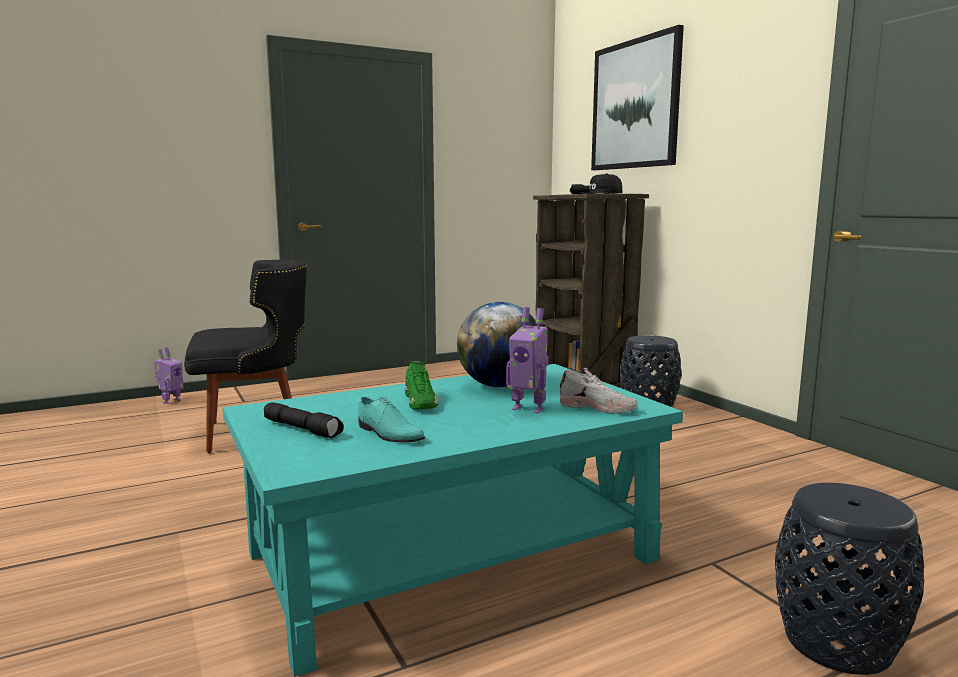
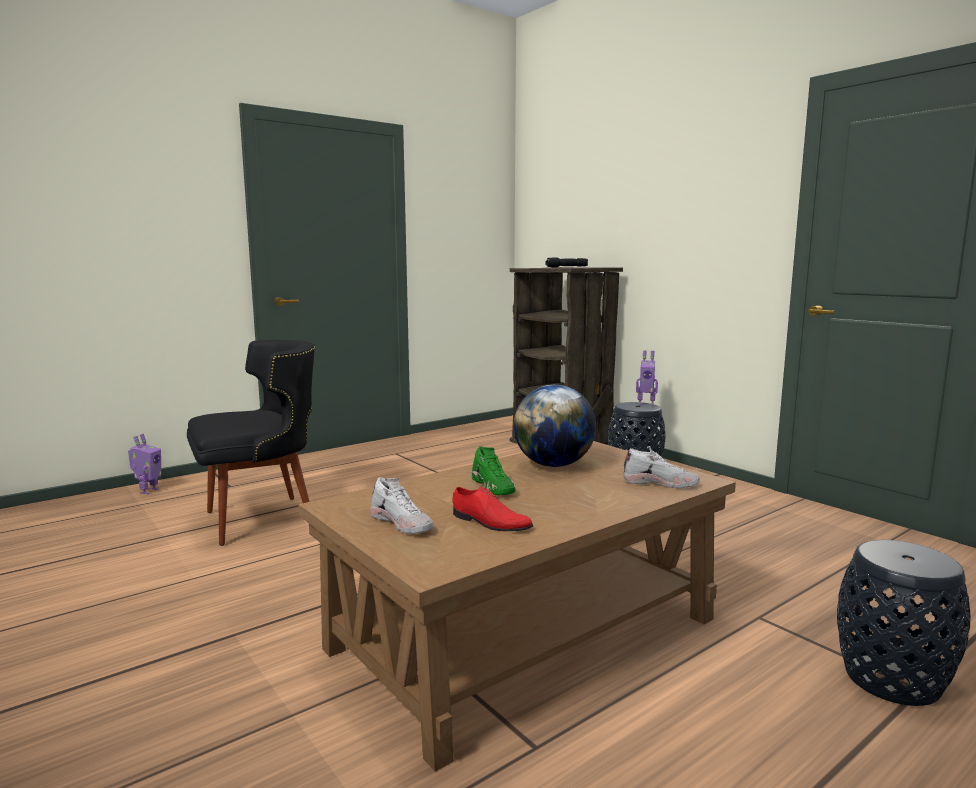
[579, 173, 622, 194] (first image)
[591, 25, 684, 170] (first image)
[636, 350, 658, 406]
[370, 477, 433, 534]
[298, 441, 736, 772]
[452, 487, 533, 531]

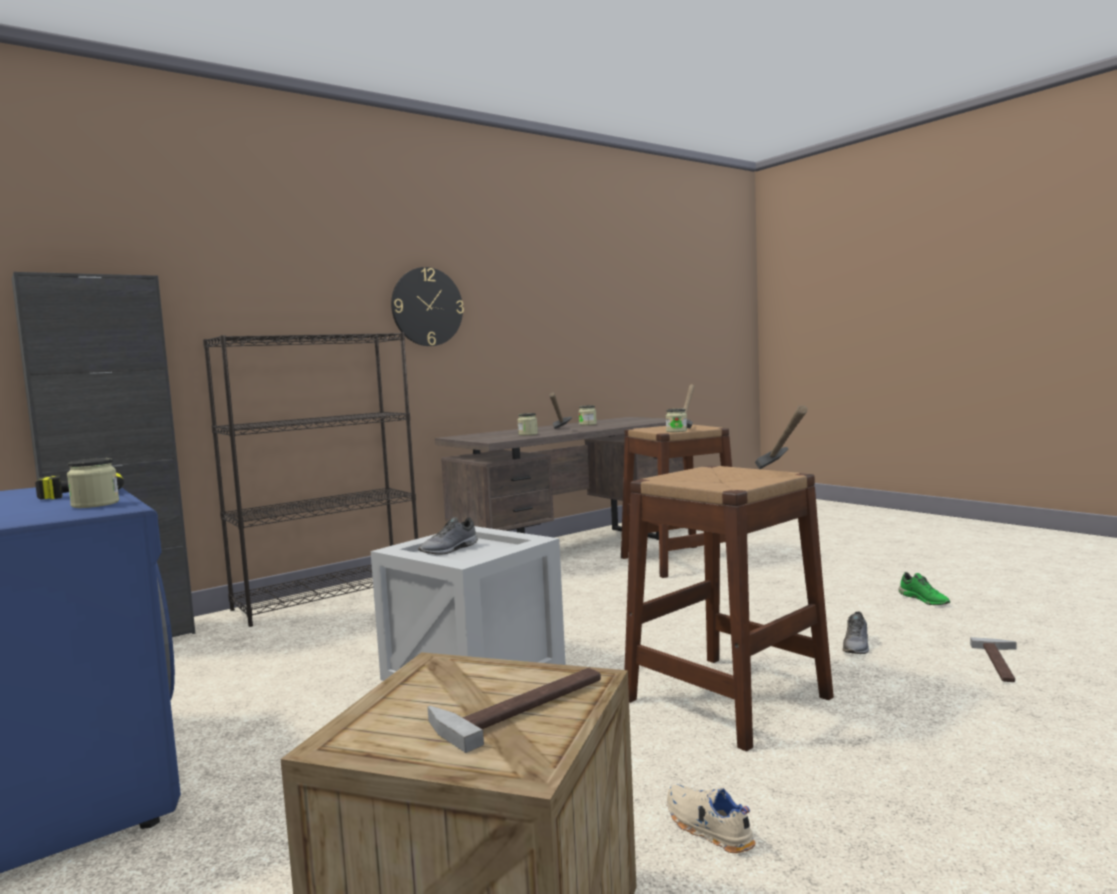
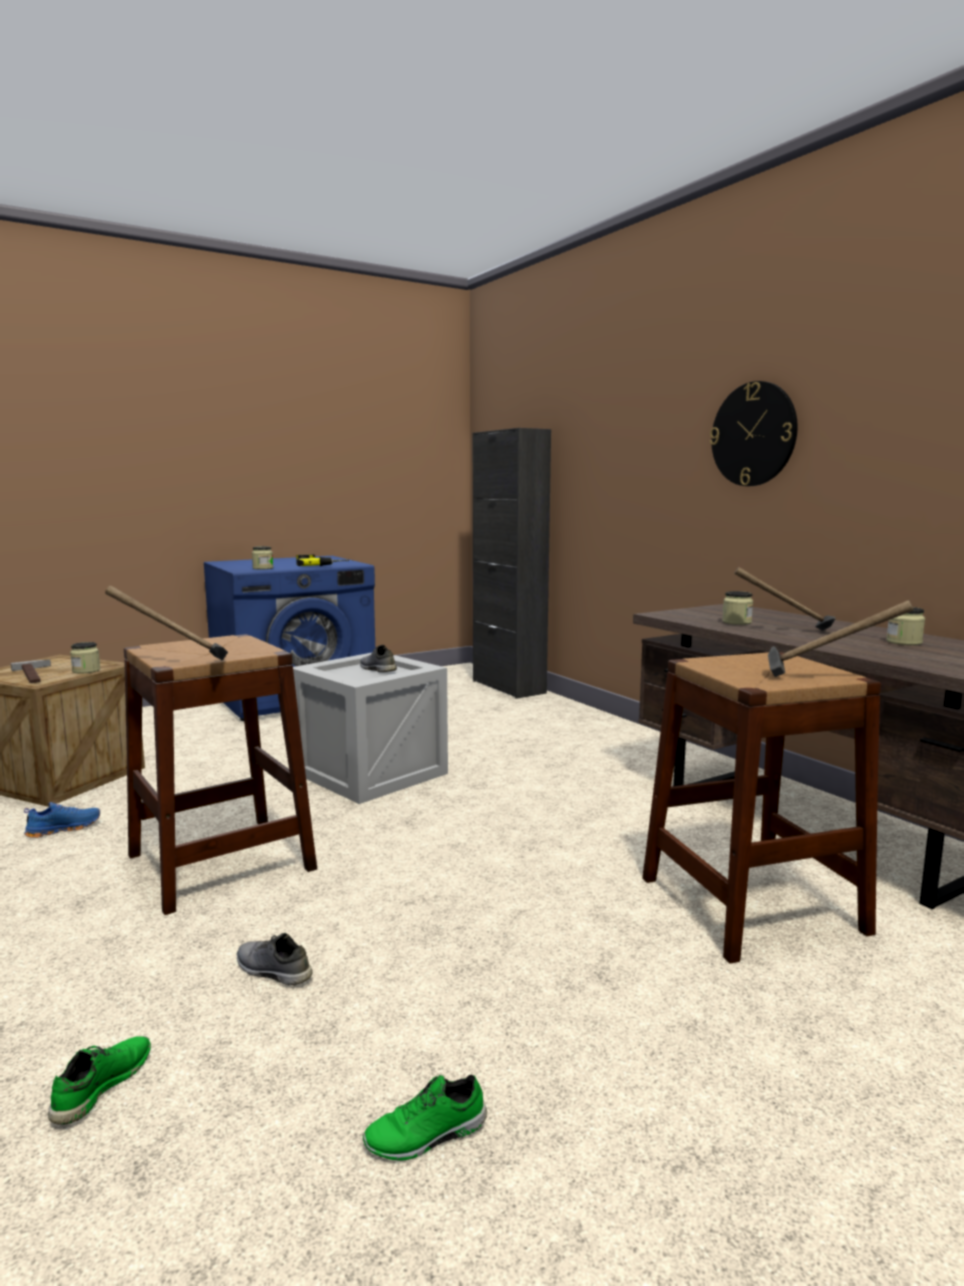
[203, 332, 418, 627] (first image)
[70, 642, 101, 674]
[48, 1036, 151, 1125]
[24, 802, 100, 838]

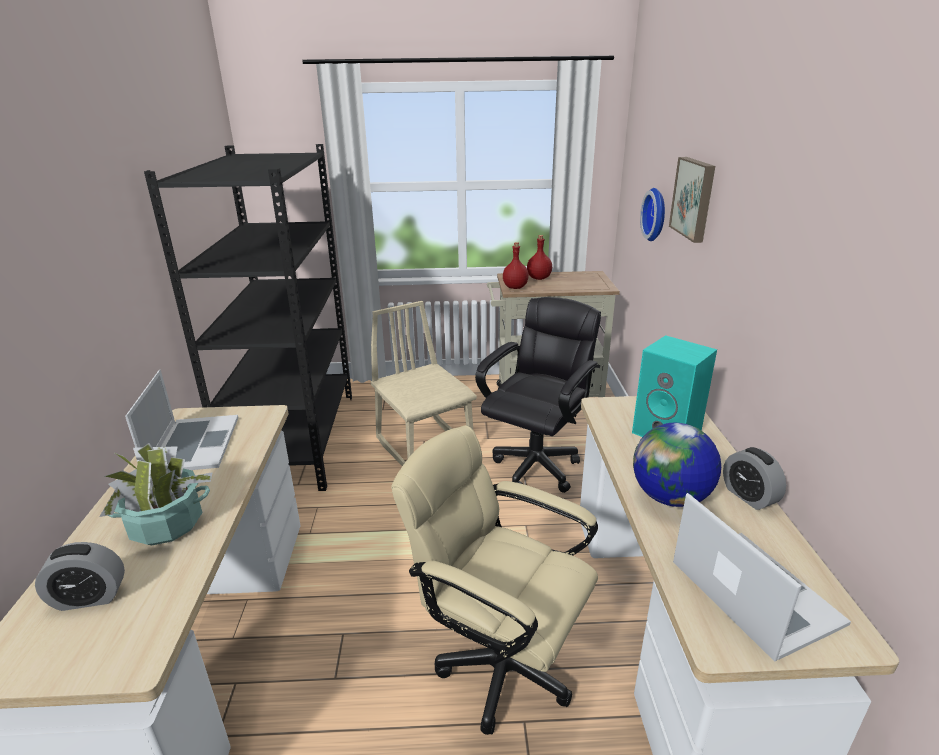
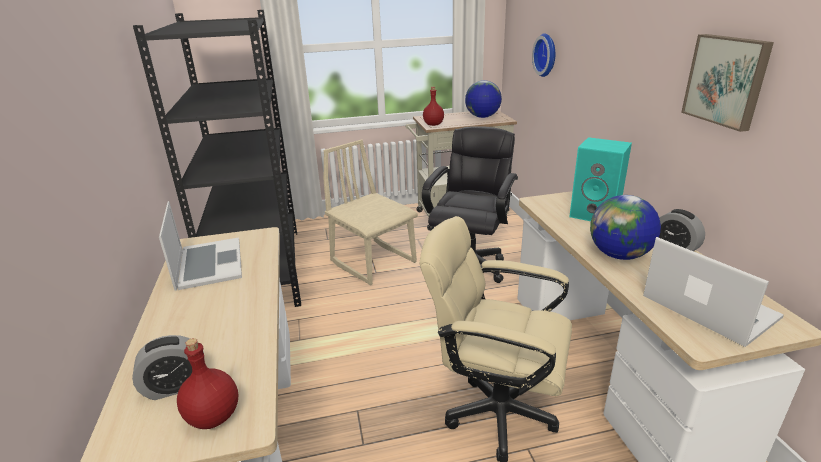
[99, 443, 213, 545] (first image)
[465, 80, 502, 118]
[177, 338, 238, 429]
[681, 34, 774, 132]

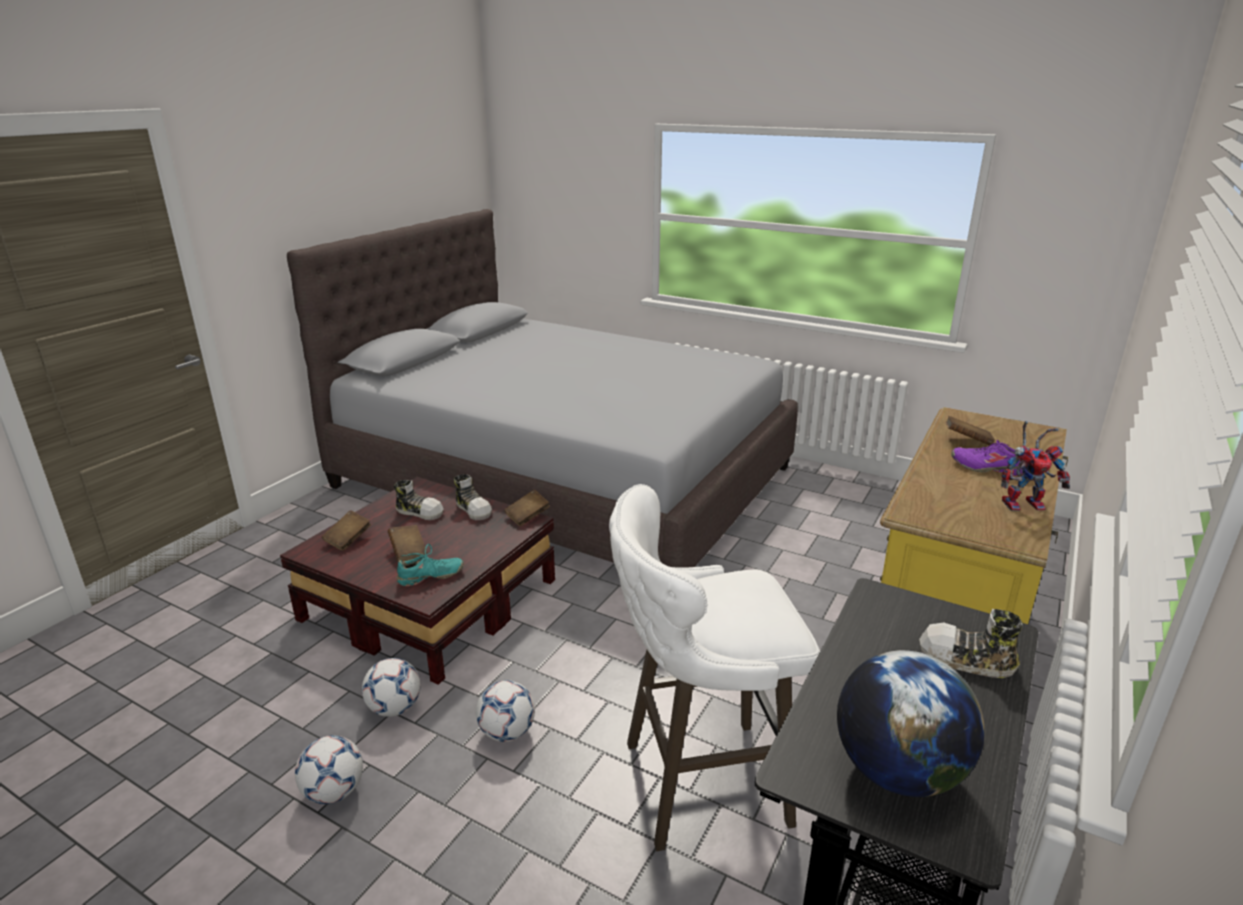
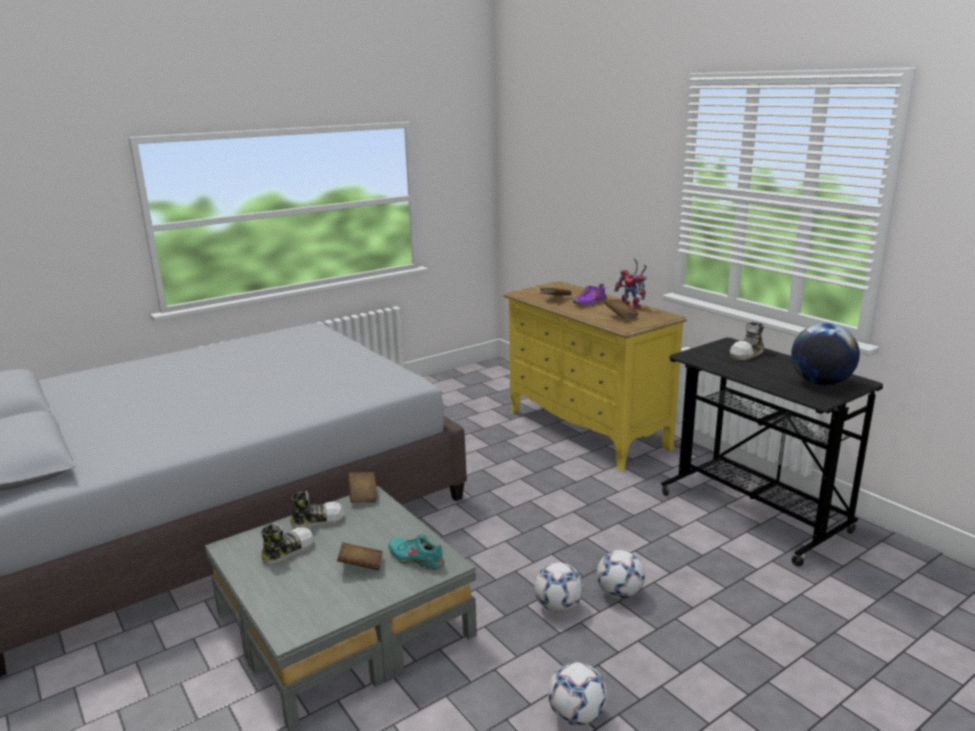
[609, 484, 820, 851] (first image)
[604, 299, 638, 319]
[597, 550, 645, 599]
[205, 486, 477, 731]
[388, 534, 444, 570]
[614, 258, 647, 310]

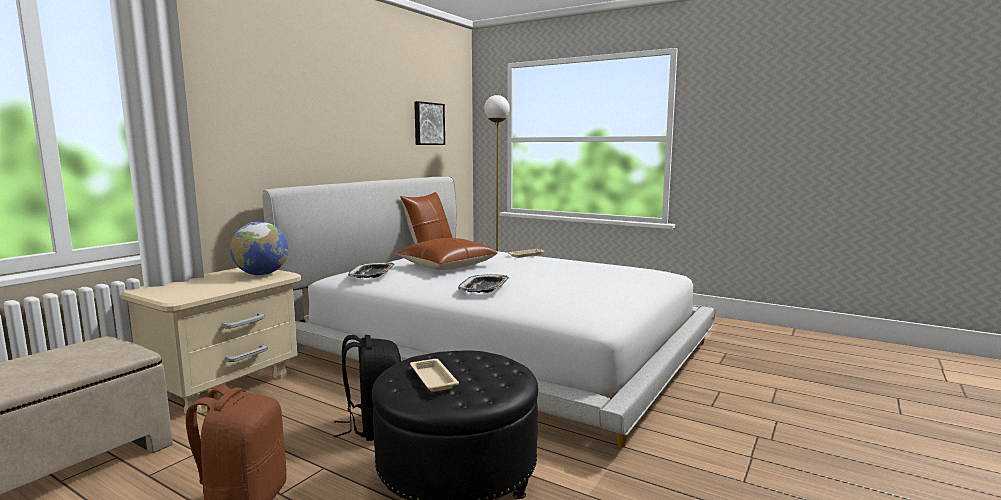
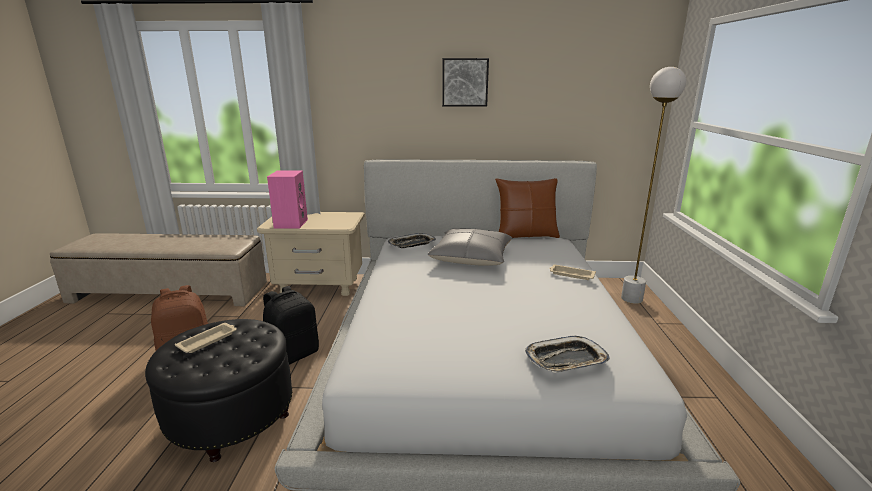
[230, 222, 289, 275] (first image)
[267, 171, 308, 229]
[442, 58, 489, 107]
[525, 336, 610, 373]
[427, 228, 512, 265]

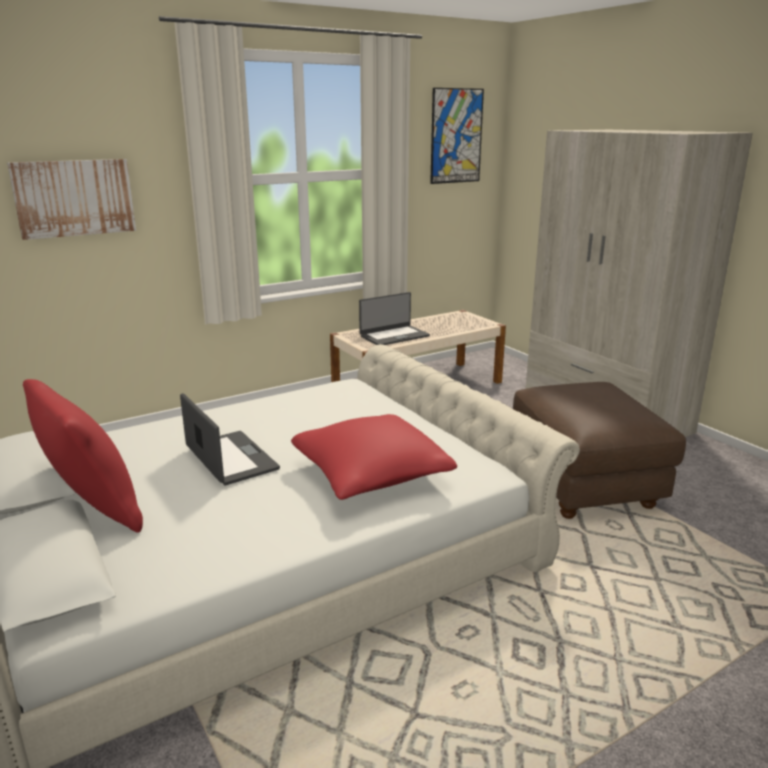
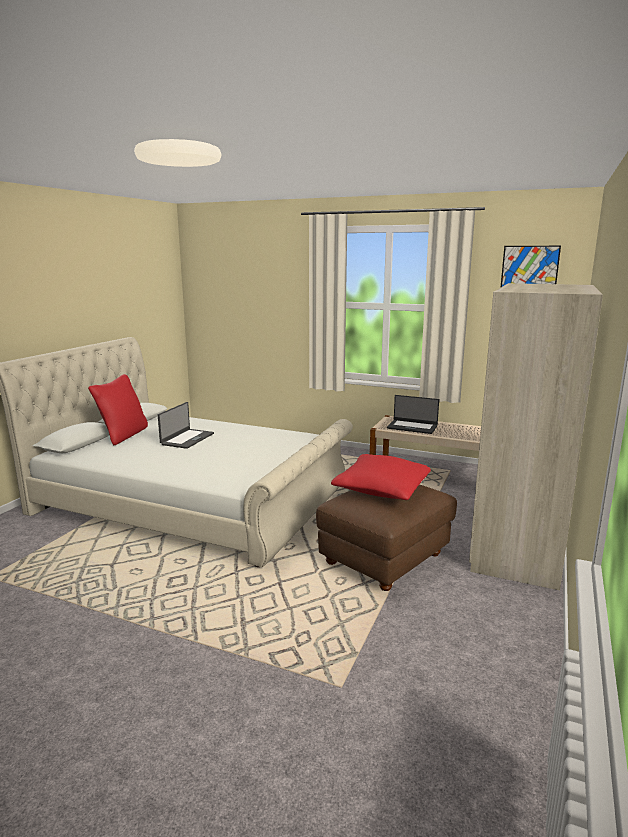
[7, 159, 136, 240] (first image)
[331, 454, 431, 500]

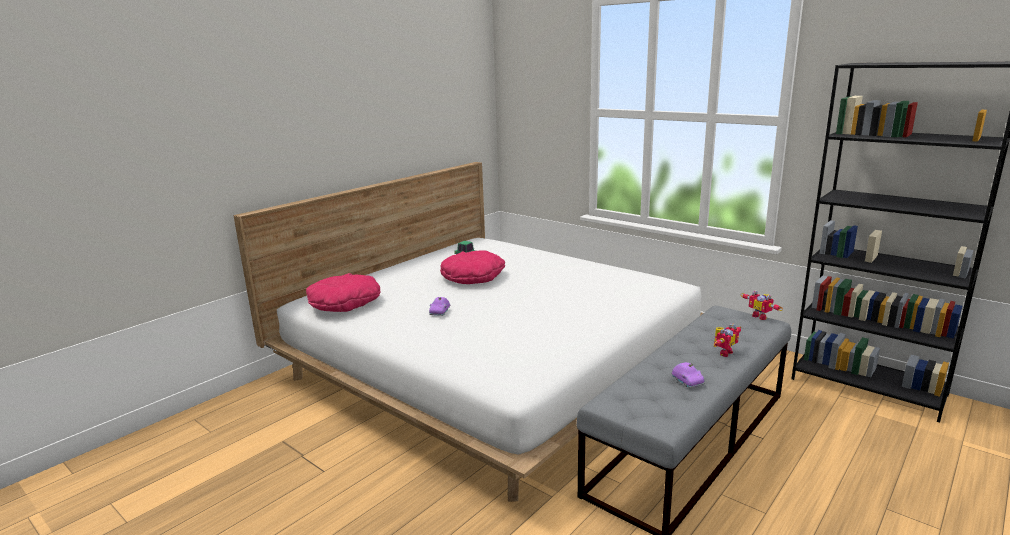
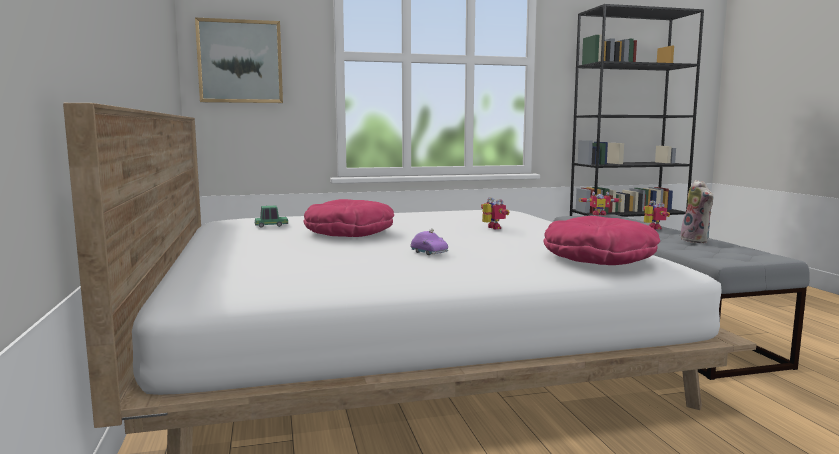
[195, 18, 283, 103]
[481, 197, 509, 230]
[544, 216, 660, 265]
[681, 180, 714, 243]

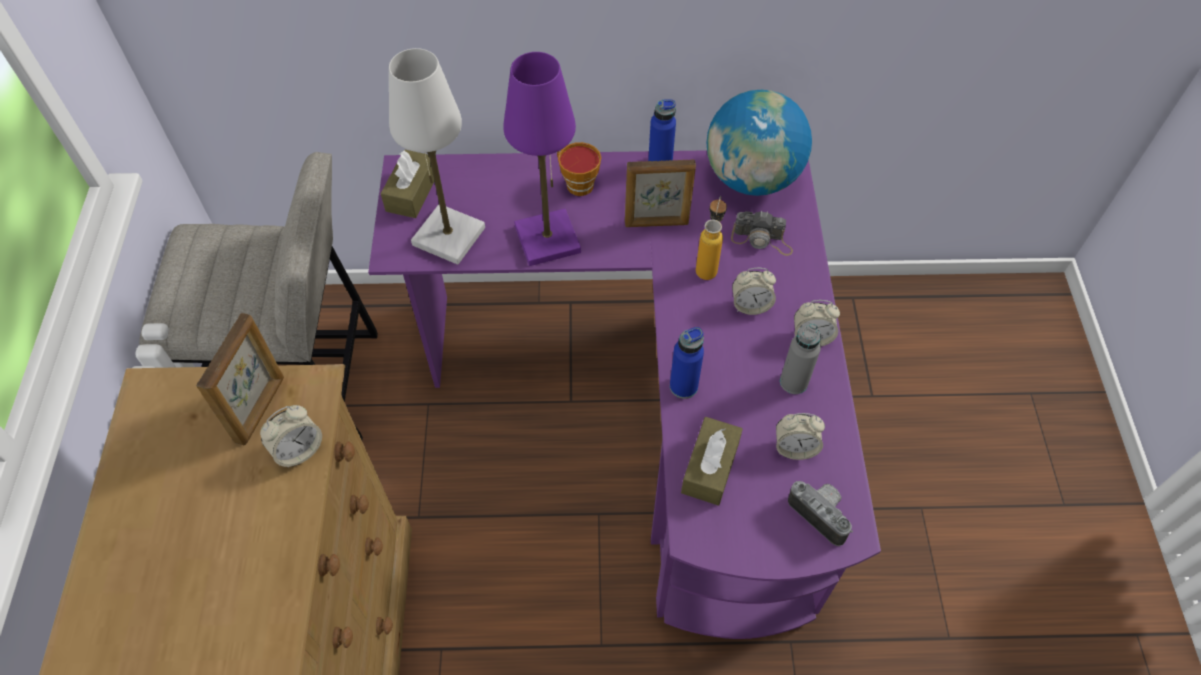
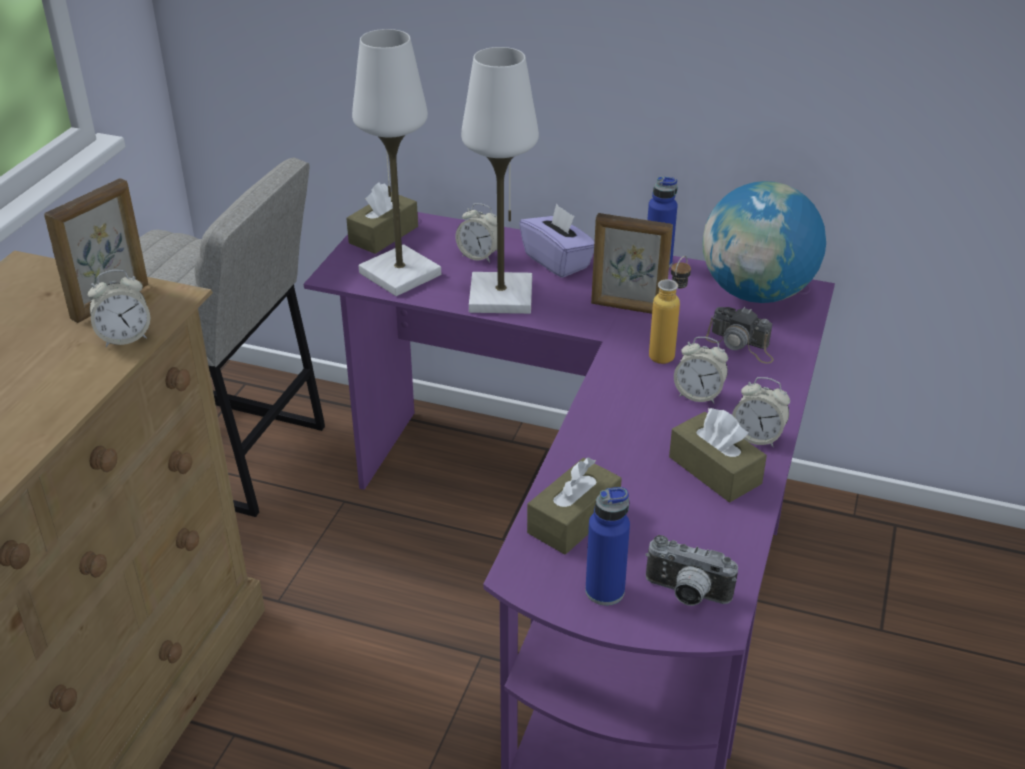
[585, 487, 630, 605]
[455, 203, 497, 263]
[519, 204, 594, 278]
[669, 408, 767, 502]
[461, 47, 539, 314]
[645, 535, 738, 606]

